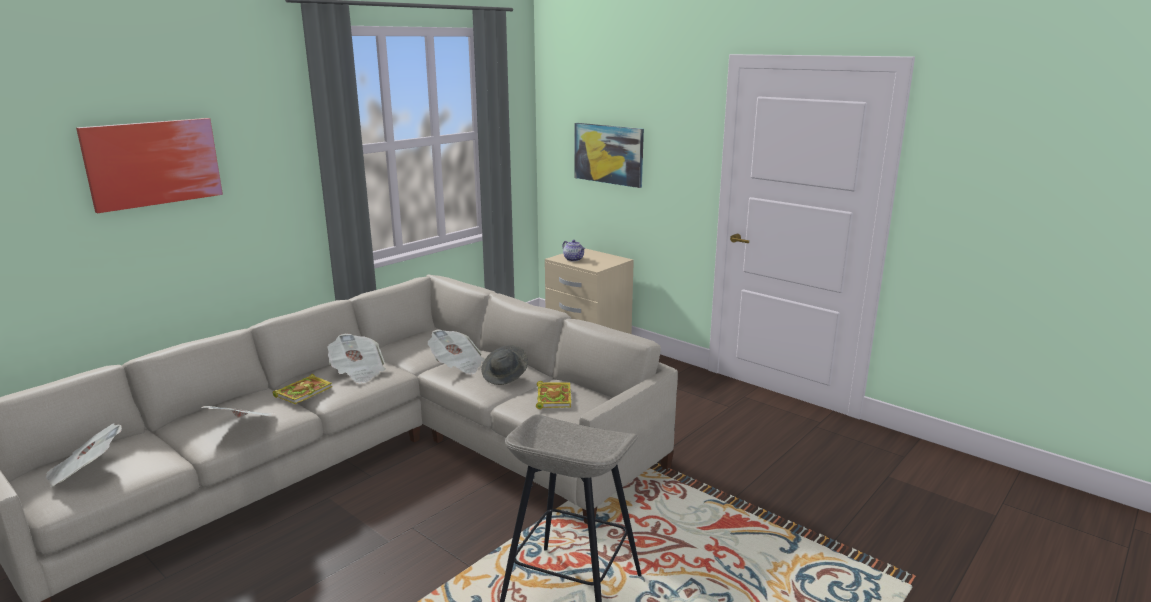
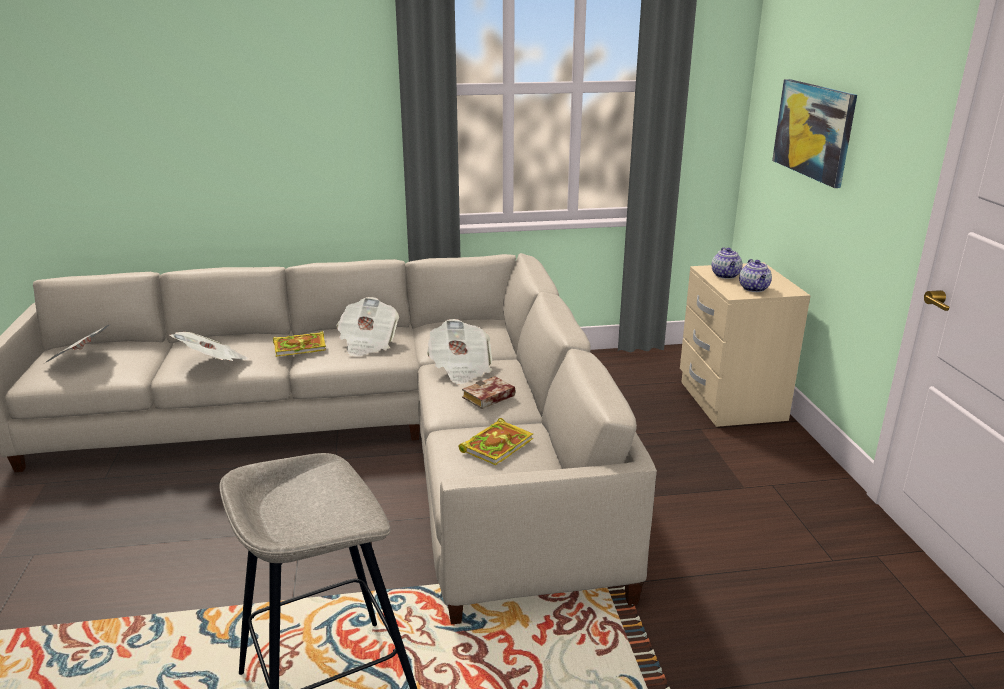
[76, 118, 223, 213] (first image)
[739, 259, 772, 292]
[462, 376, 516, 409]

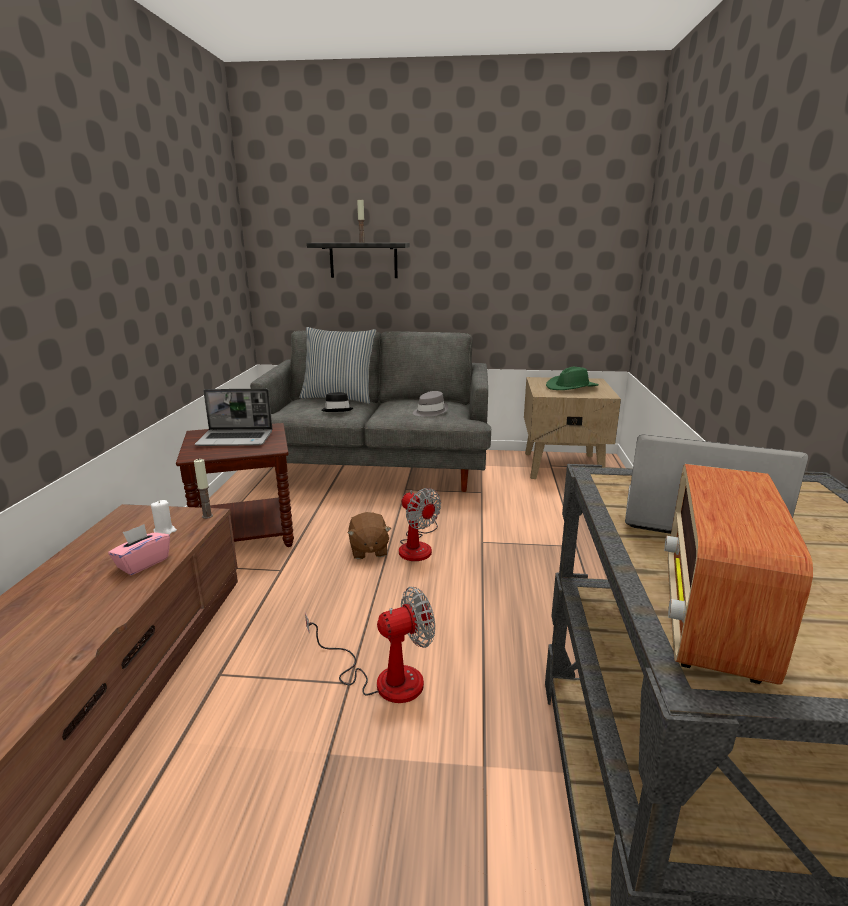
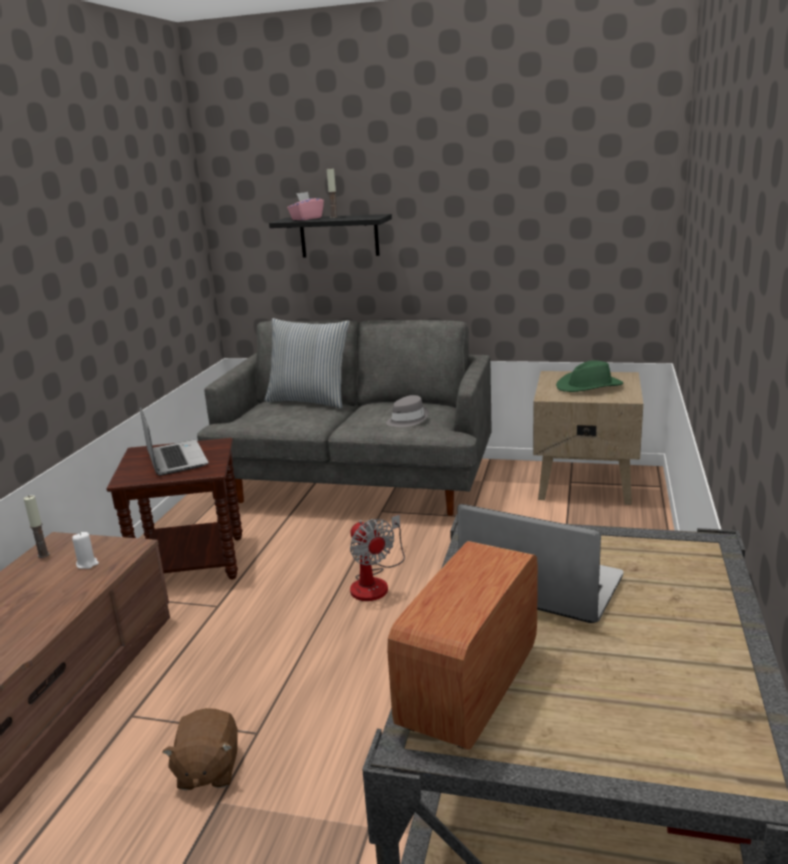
[305, 587, 435, 703] (first image)
[321, 392, 353, 412] (first image)
[287, 192, 324, 220]
[24, 495, 50, 558]
[162, 708, 238, 790]
[140, 406, 208, 476]

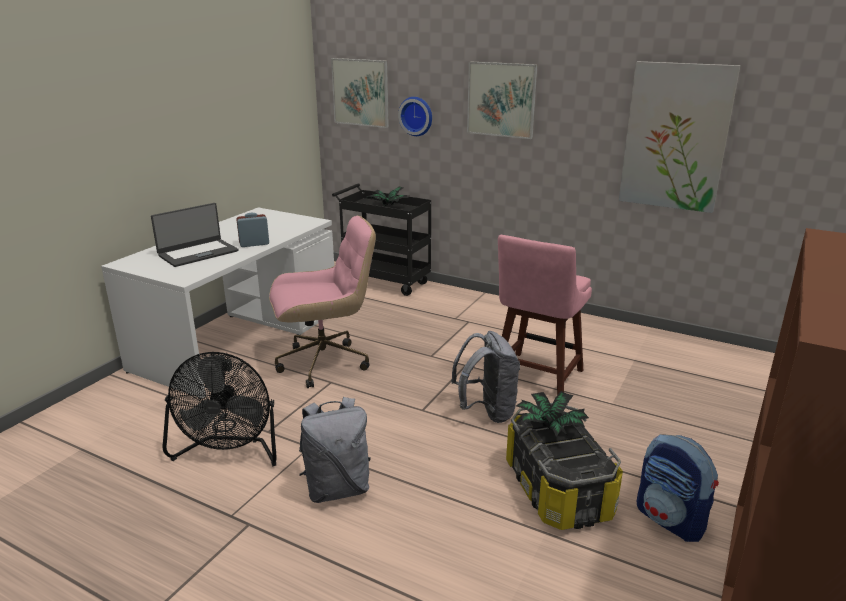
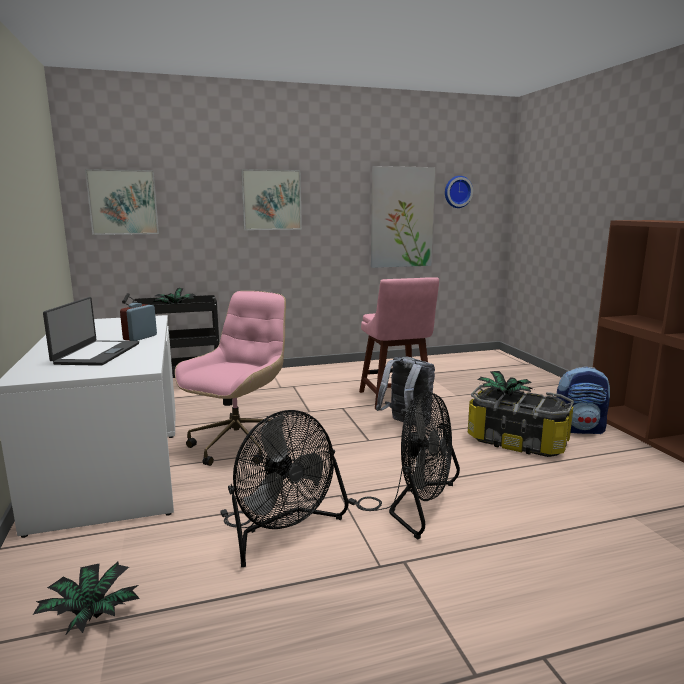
[33, 562, 140, 636]
[445, 176, 473, 208]
[348, 391, 460, 540]

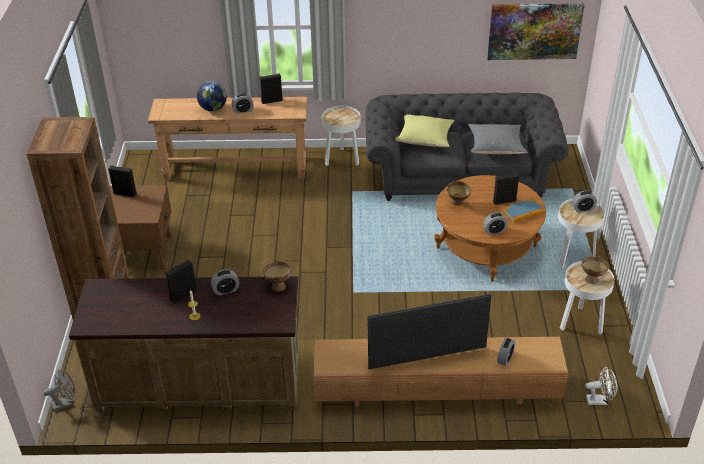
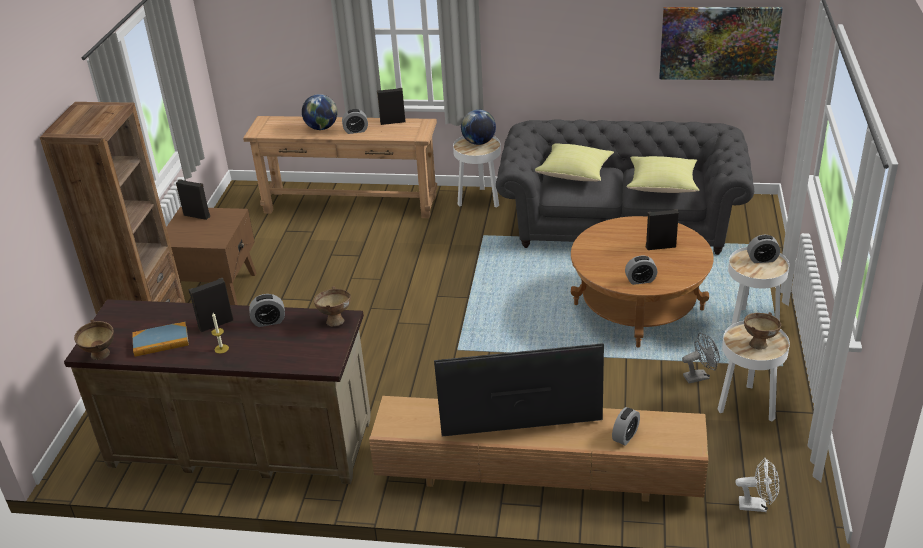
[461, 109, 496, 145]
[682, 333, 720, 384]
[74, 320, 114, 360]
[132, 322, 189, 357]
[626, 156, 700, 193]

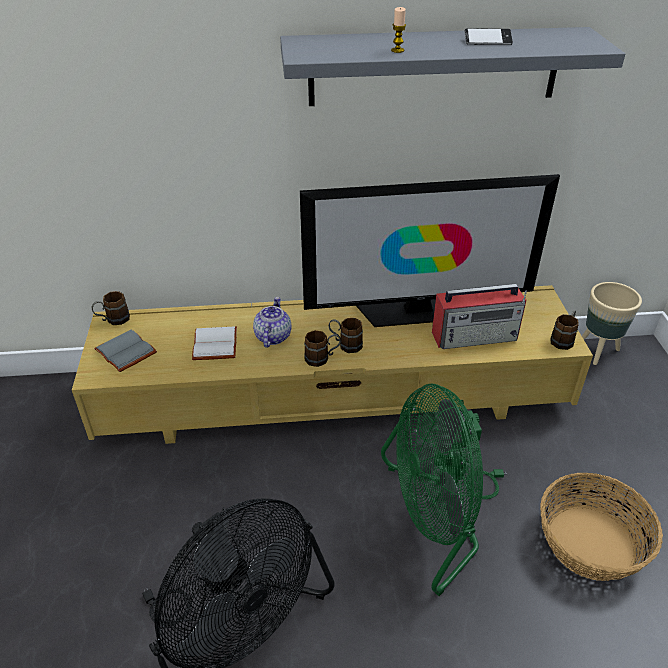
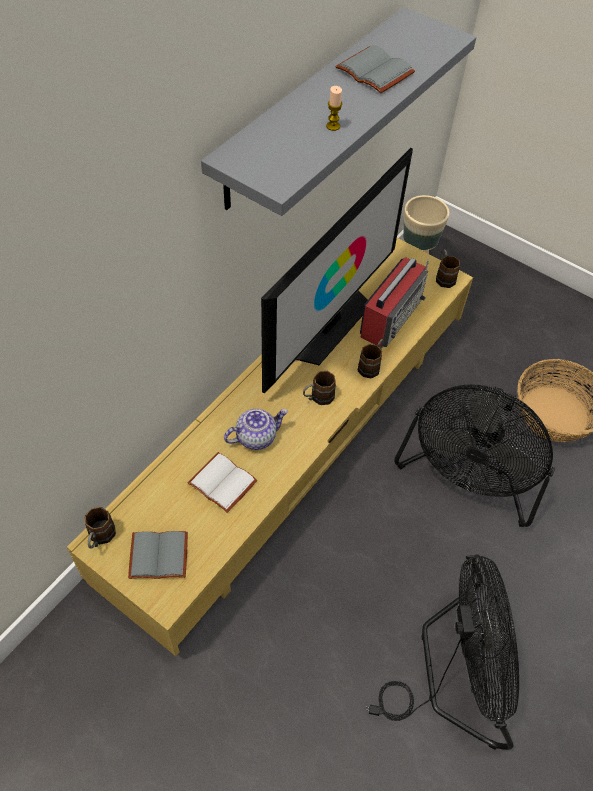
[357, 339, 384, 378]
[335, 45, 415, 93]
[394, 385, 555, 527]
[224, 409, 288, 450]

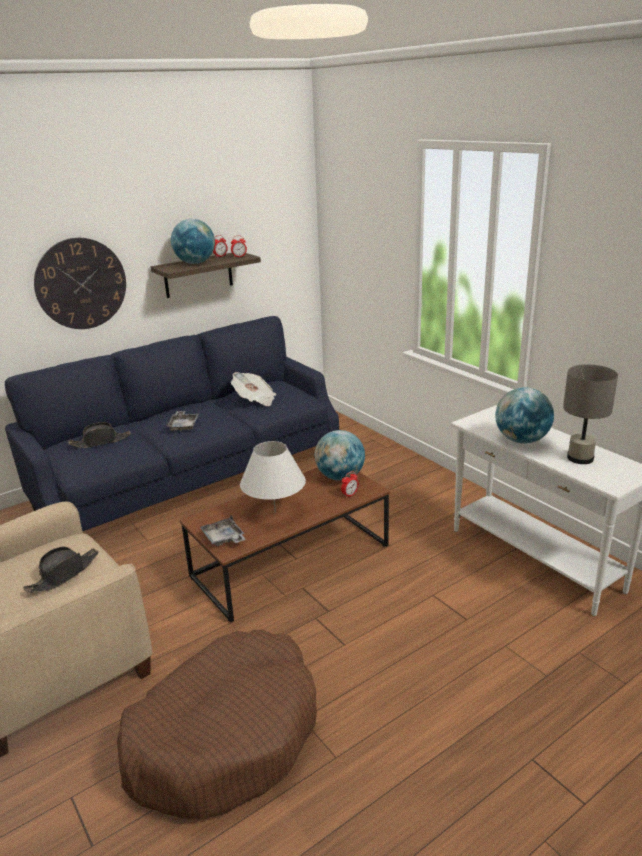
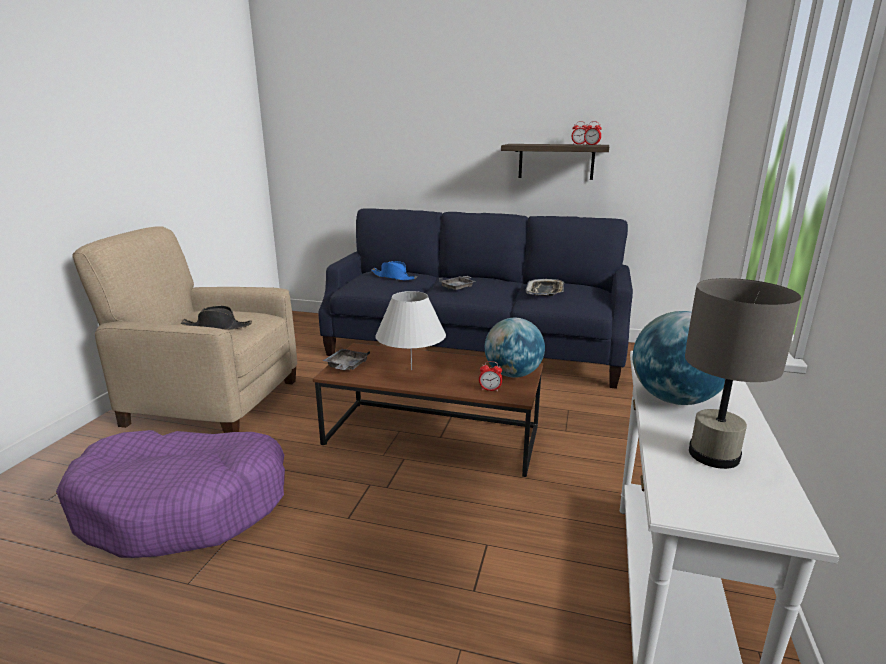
[34, 238, 126, 329] (first image)
[171, 219, 215, 264] (first image)
[526, 279, 564, 296]
[371, 261, 417, 280]
[56, 430, 285, 558]

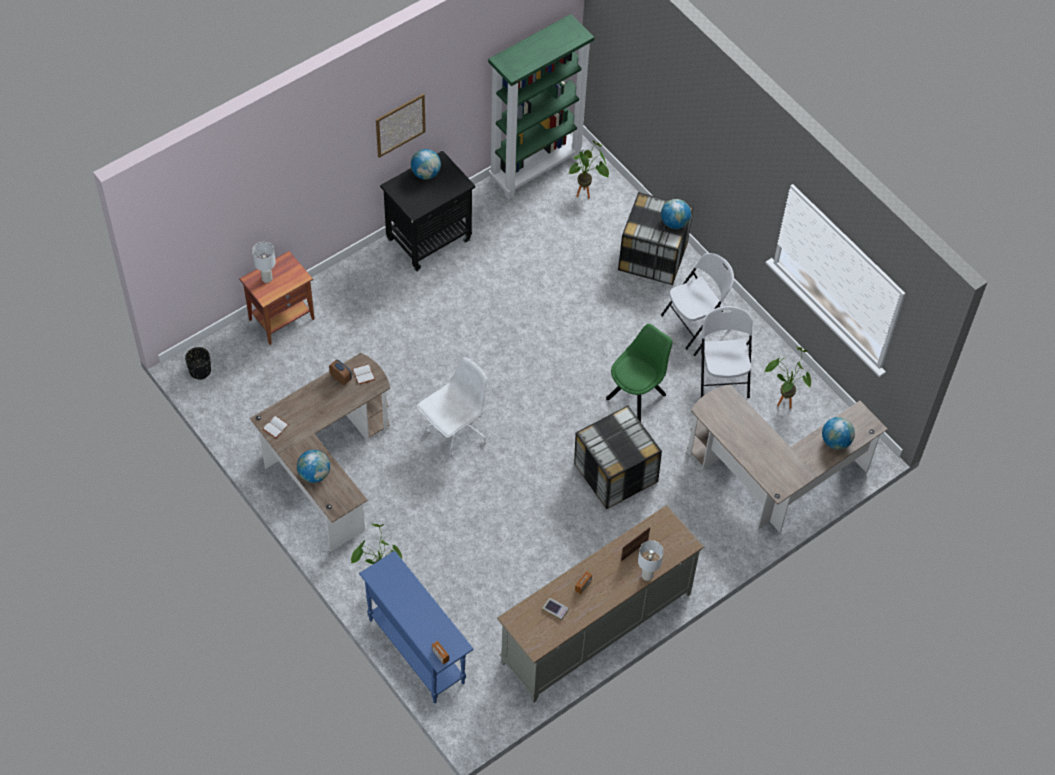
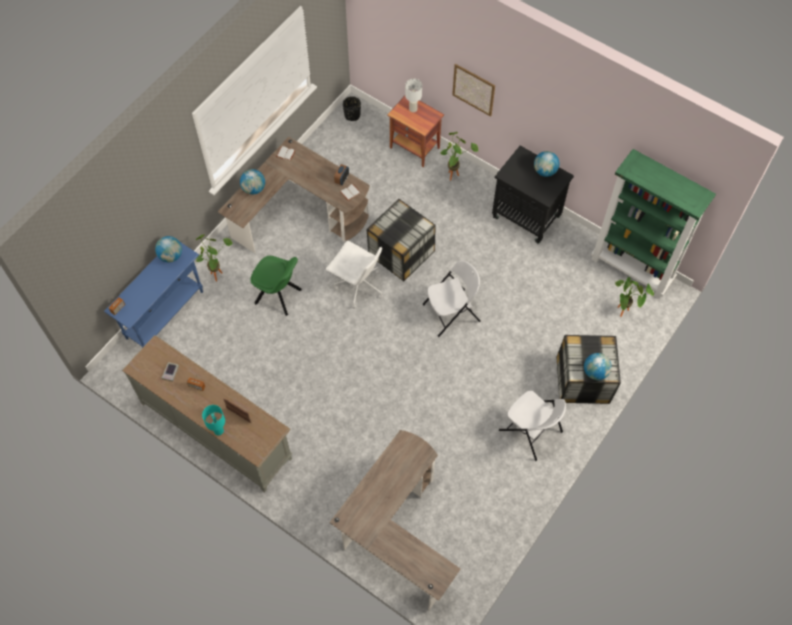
[452, 64, 495, 117]
[366, 199, 436, 281]
[250, 256, 302, 316]
[423, 260, 481, 337]
[440, 132, 478, 181]
[155, 236, 182, 262]
[202, 405, 225, 435]

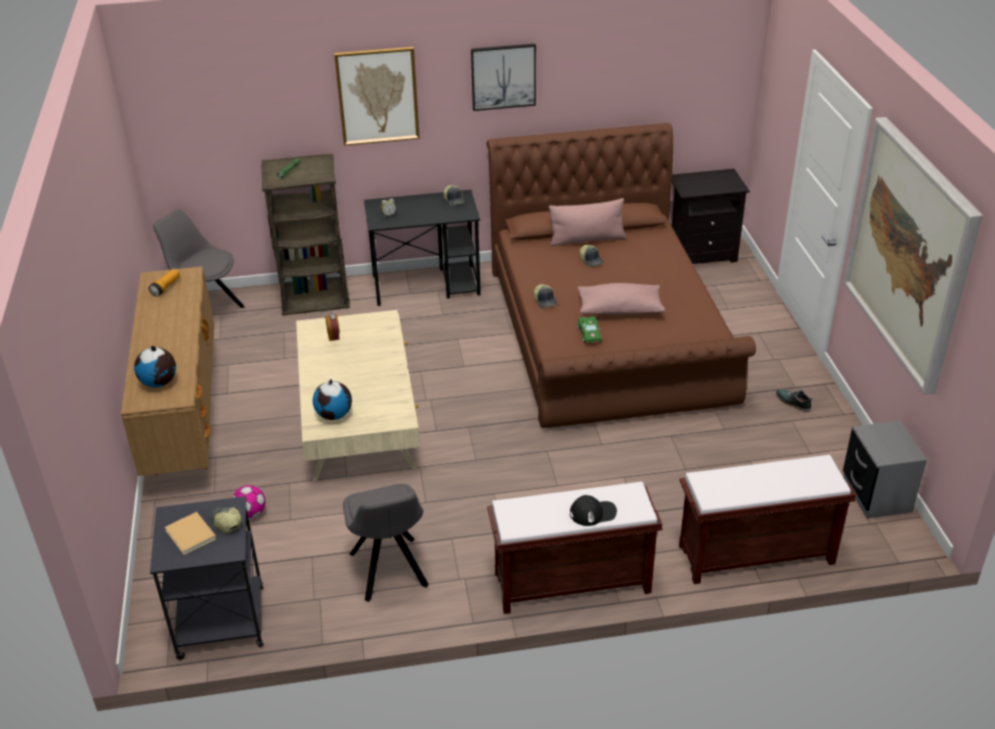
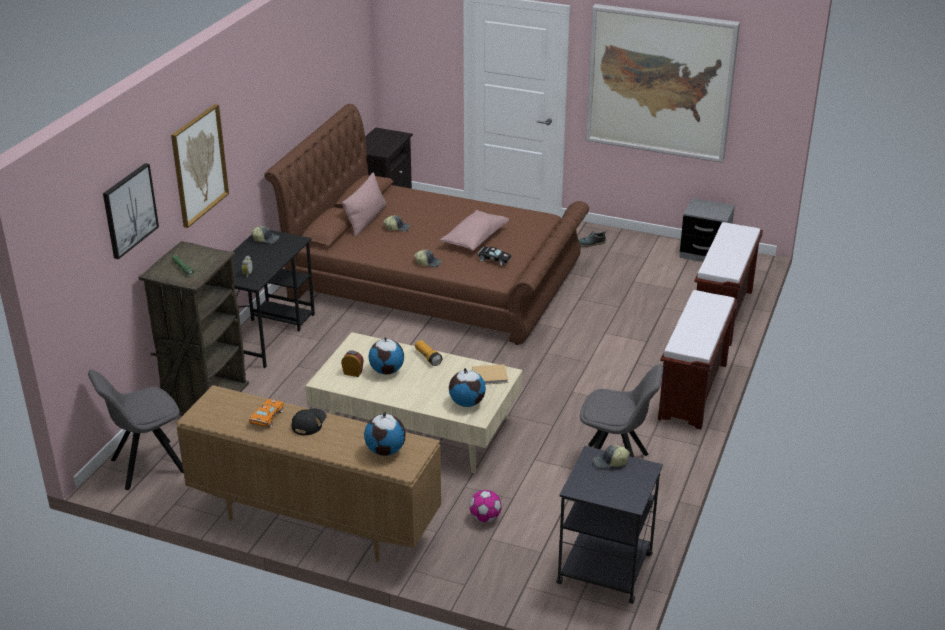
[249, 399, 283, 428]
[369, 336, 404, 375]
[415, 340, 442, 366]
[472, 364, 508, 385]
[103, 163, 159, 259]
[292, 408, 326, 435]
[478, 247, 512, 265]

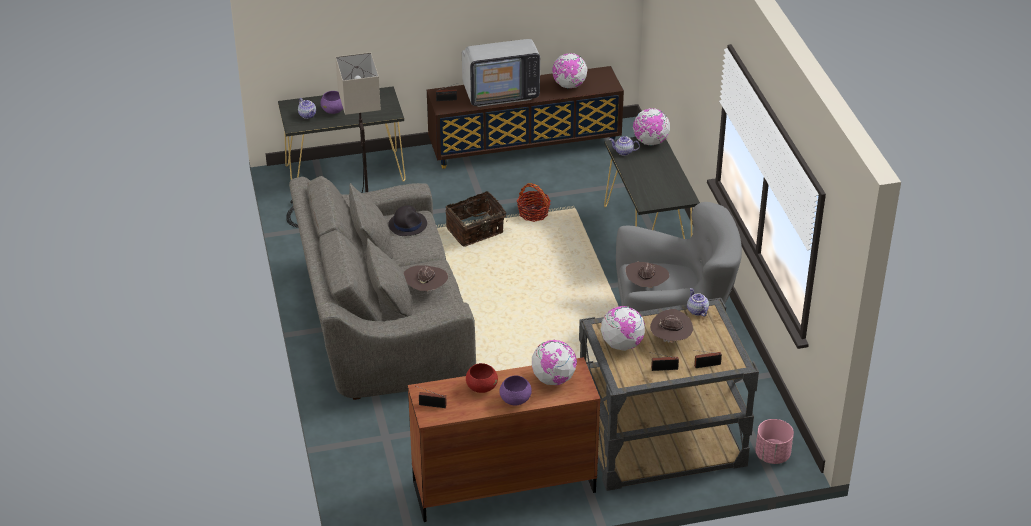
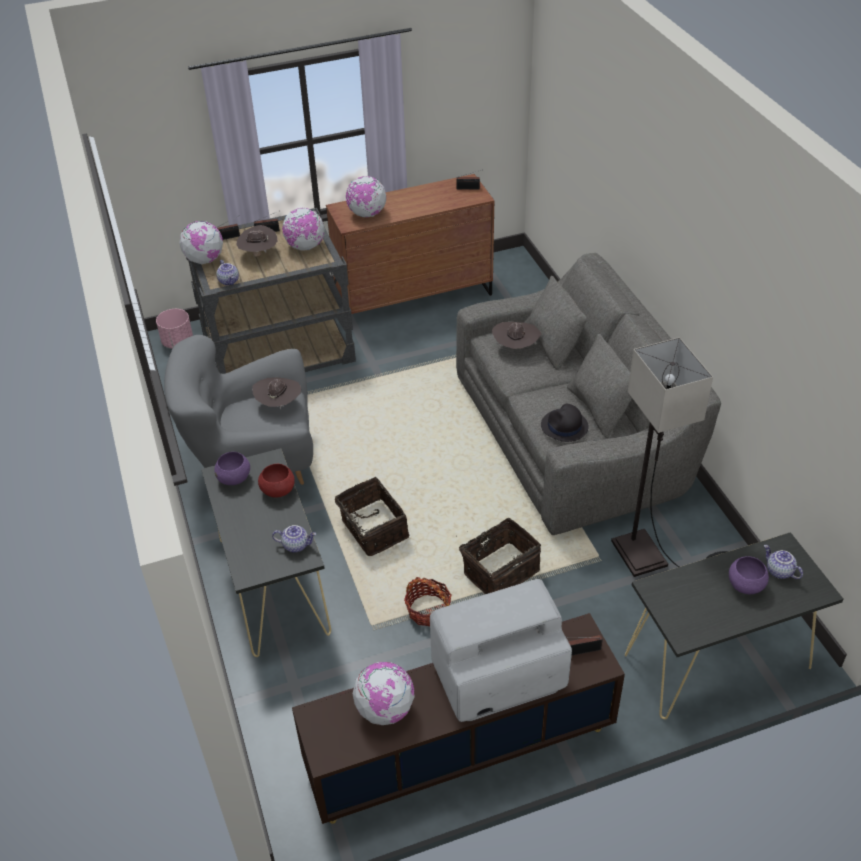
[335, 477, 409, 556]
[258, 464, 295, 498]
[214, 452, 250, 485]
[179, 221, 223, 264]

